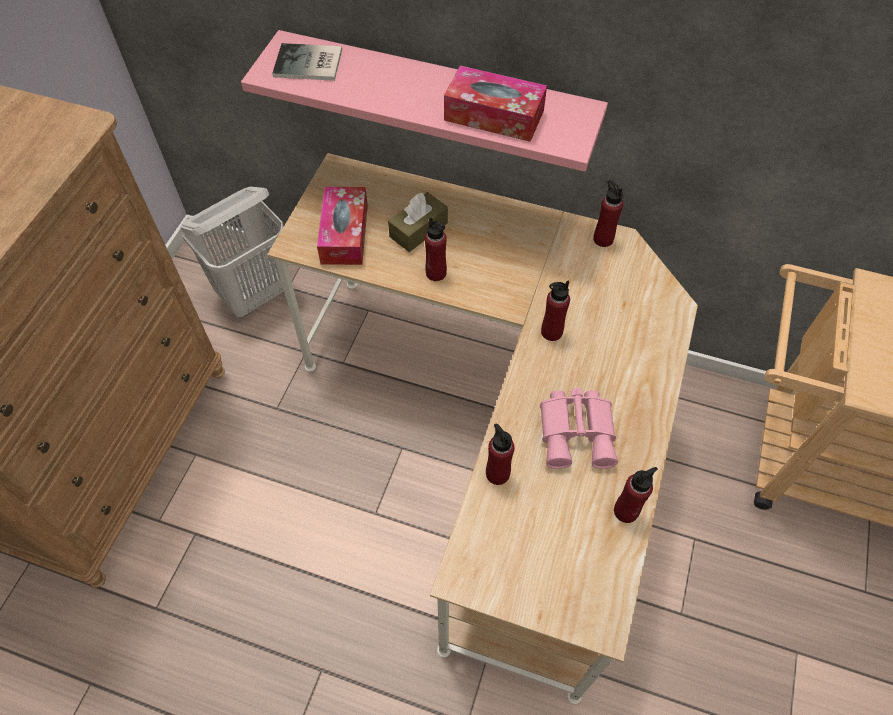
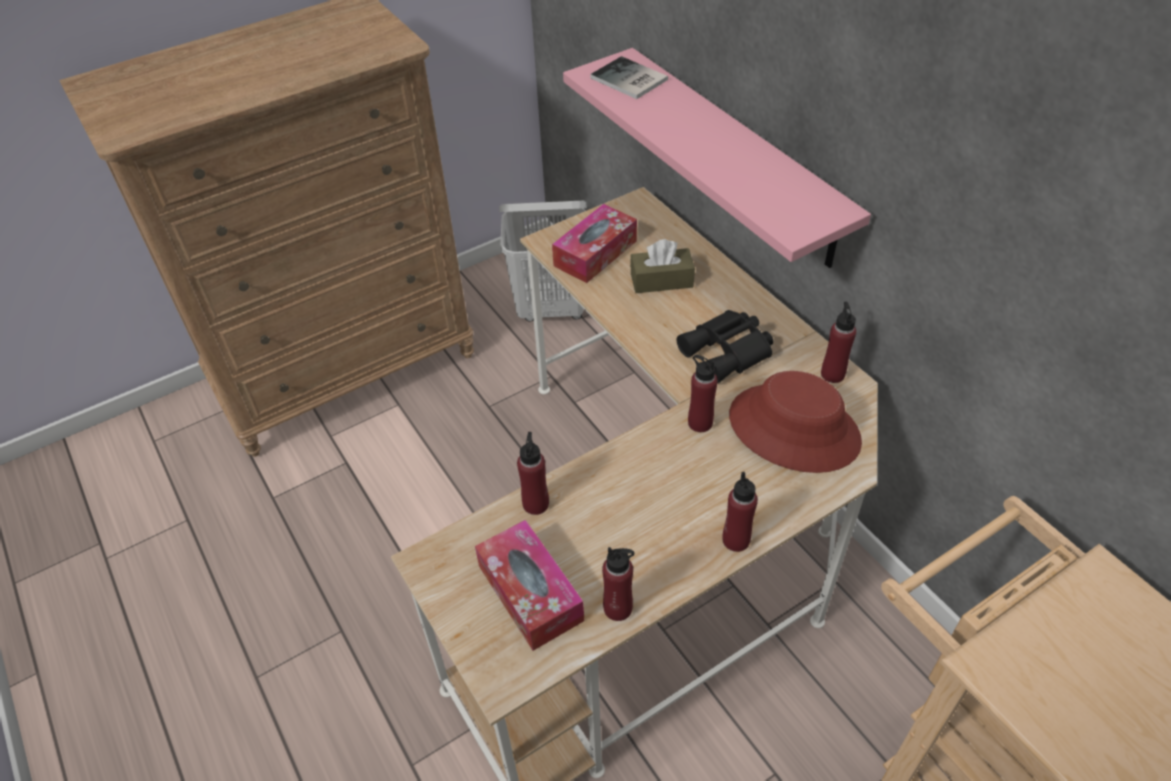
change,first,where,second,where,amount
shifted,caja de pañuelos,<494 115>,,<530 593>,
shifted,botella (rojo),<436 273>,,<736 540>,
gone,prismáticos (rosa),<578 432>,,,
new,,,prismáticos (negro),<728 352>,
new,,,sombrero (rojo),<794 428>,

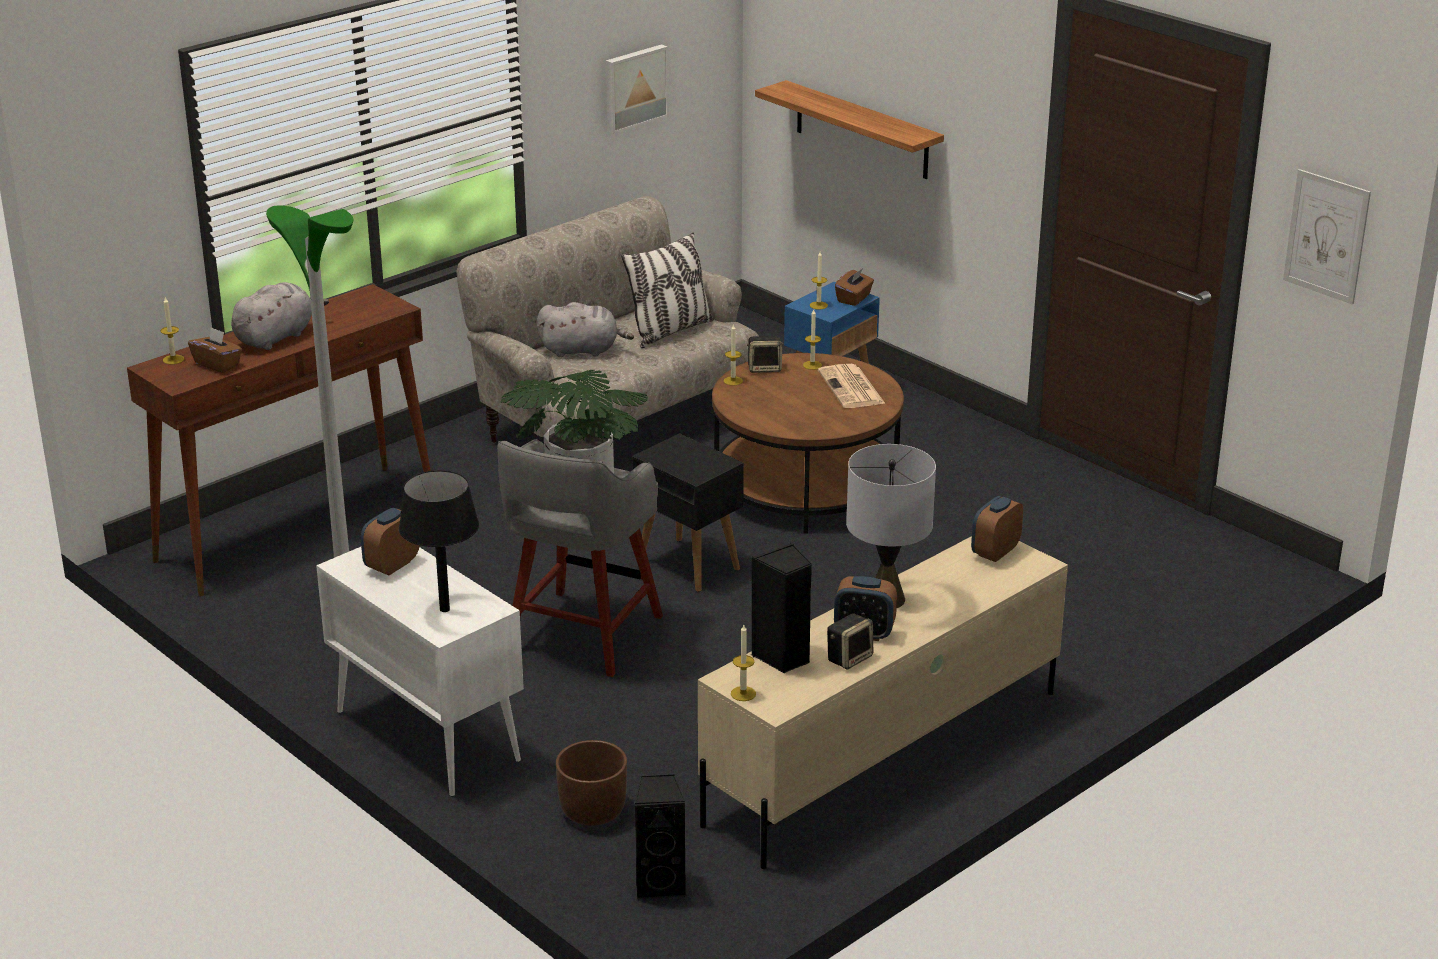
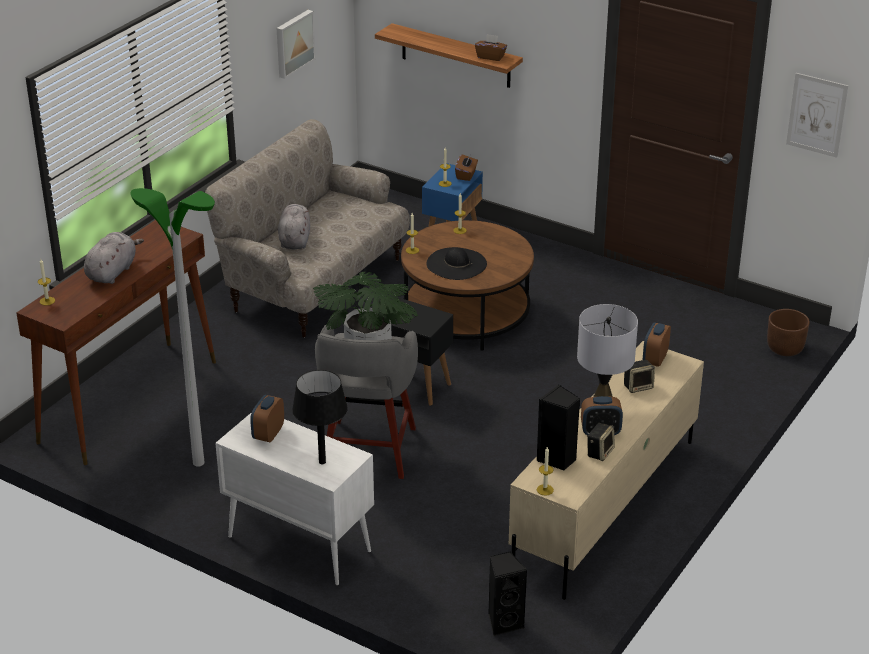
change,first,where,second,where,amount
gone,cojín,<670 331>,,,
rotated,peluche (gris),<582 350>,,<295 240>,75 degrees counterclockwise
shifted,caja de pañuelos (marrón),<217 364>,,<490 57>,
shifted,altavoz,<765 368>,,<638 386>,
gone,periódico,<852 388>,,,
shifted,maceta (marrón),<592 811>,,<784 348>,
new,,,sombrero (negro),<456 264>,

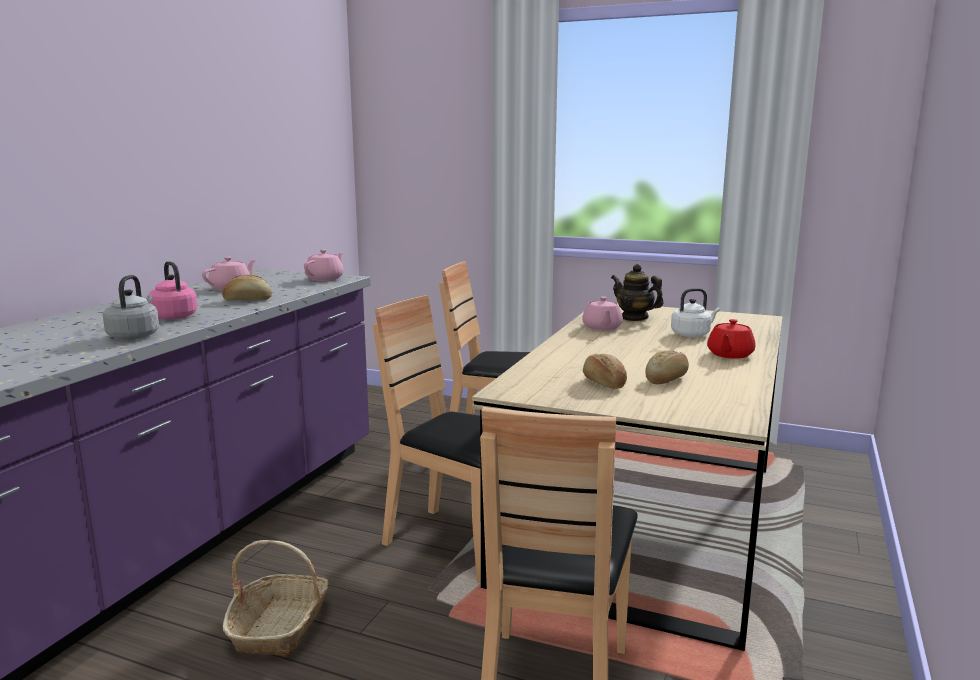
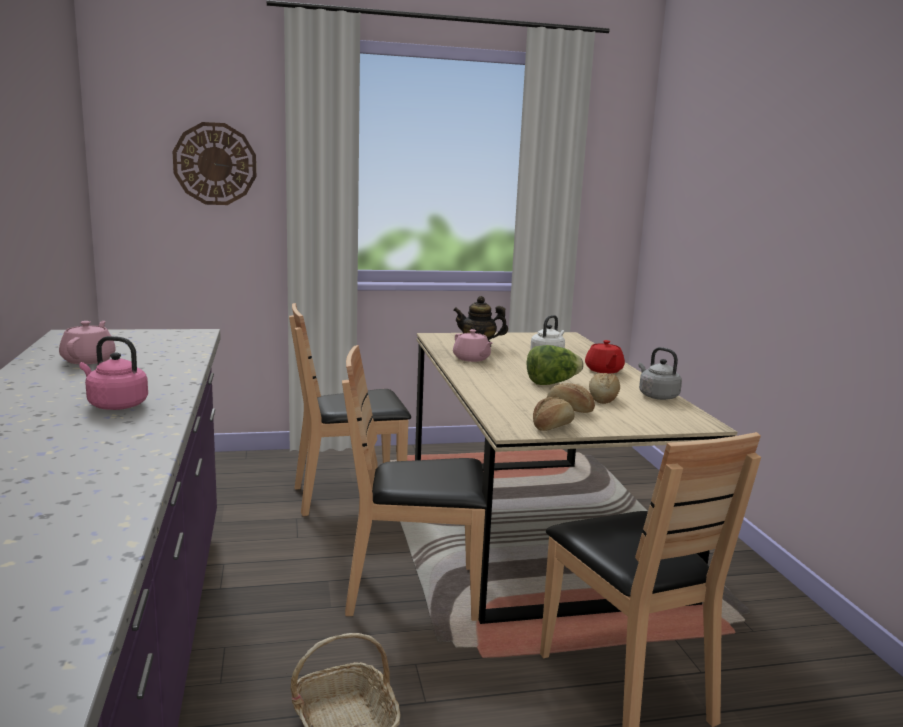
change,first,where,second,where,amount
gone,tetera (rosa),<325 279>,,,
shifted,hervidor (gris),<135 335>,,<656 396>,
shifted,pan,<247 300>,,<551 426>,
new,,,reloj de pared,<215 164>,
new,,,lechuga,<552 383>,

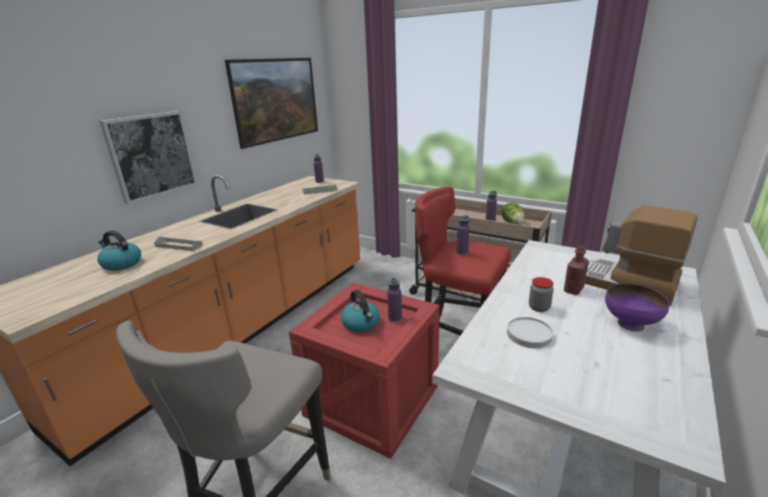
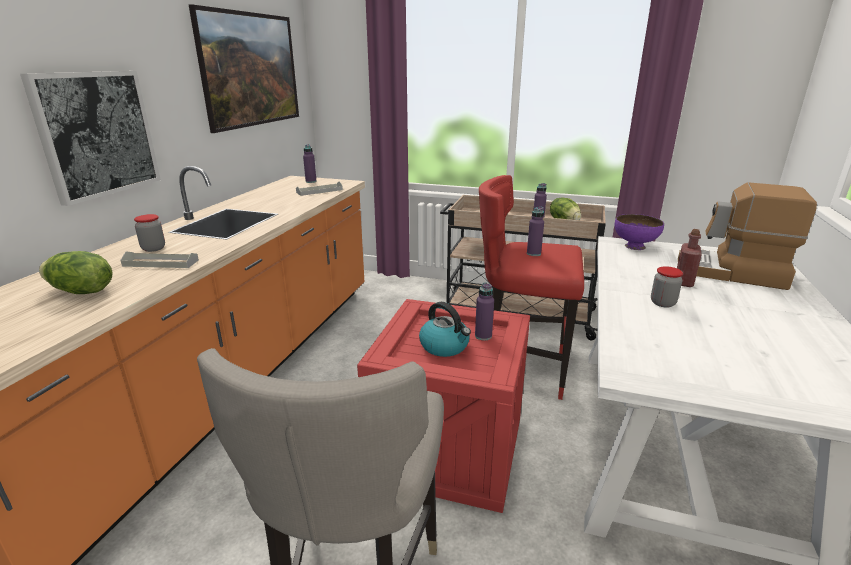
change,first,where,second,where,amount
swapped,hervidor,<121 264>,lechuga,<81 291>,
shifted,cuenco (morado),<629 324>,,<634 246>,
gone,plato (blanco),<528 334>,,,
new,,,tarro,<153 248>,

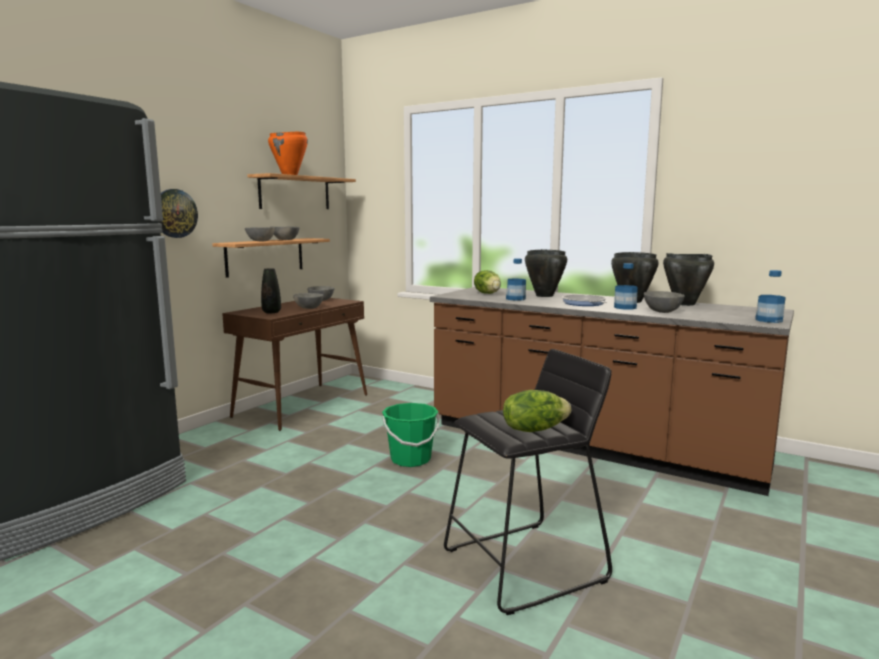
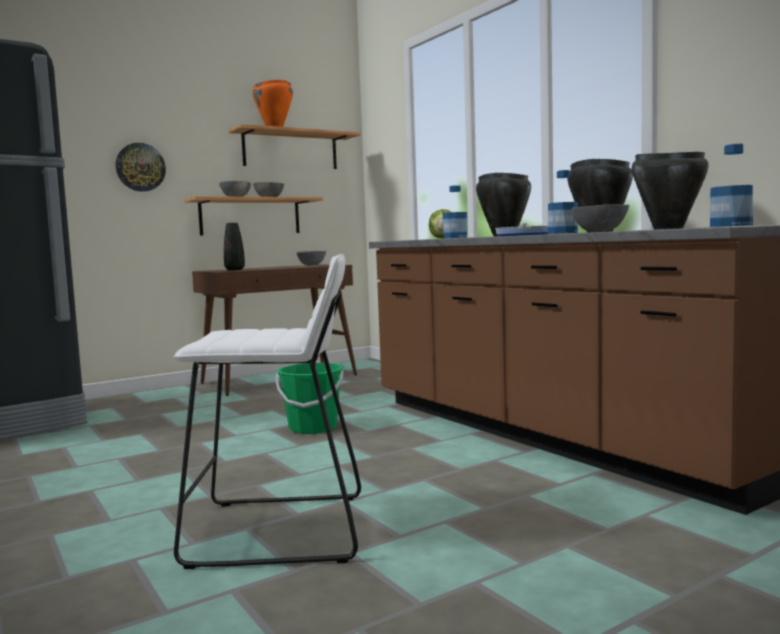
change,first,where,second,where,amount
gone,cuenco (gris),<308 308>,,,
repainted,taburete (negro),<525 565>,taburete (blanco),<278 530>,
gone,lechuga,<534 429>,,,

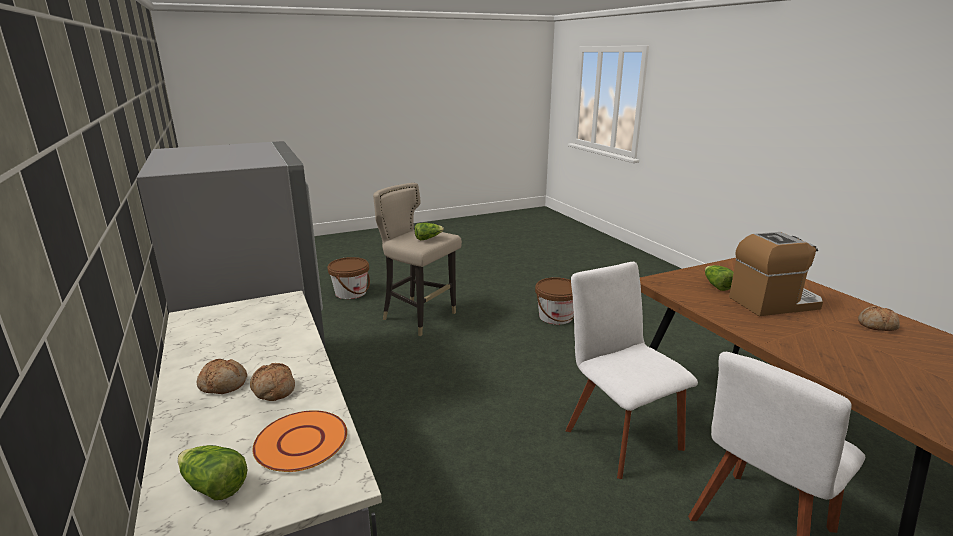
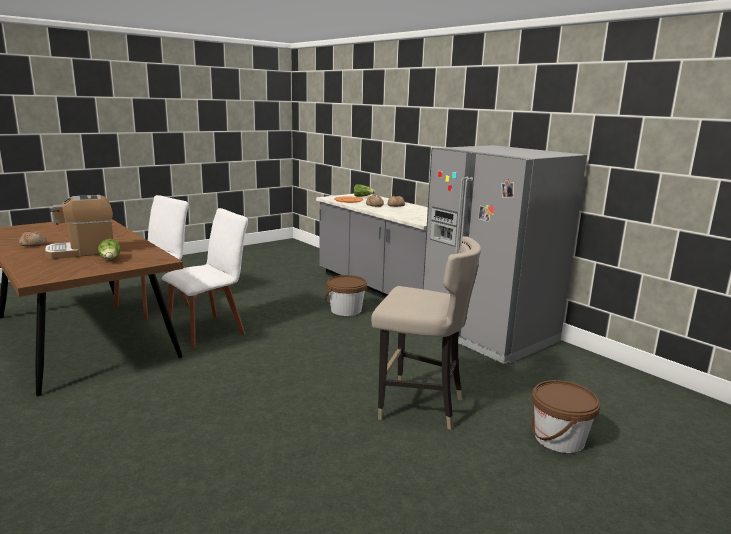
change,first,where,second,where,amount
gone,lechuga,<428 238>,,,
rotated,silla (blanco),<619 435>,,<209 330>,90 degrees counterclockwise
shifted,cubo (marrón),<555 317>,,<346 310>,

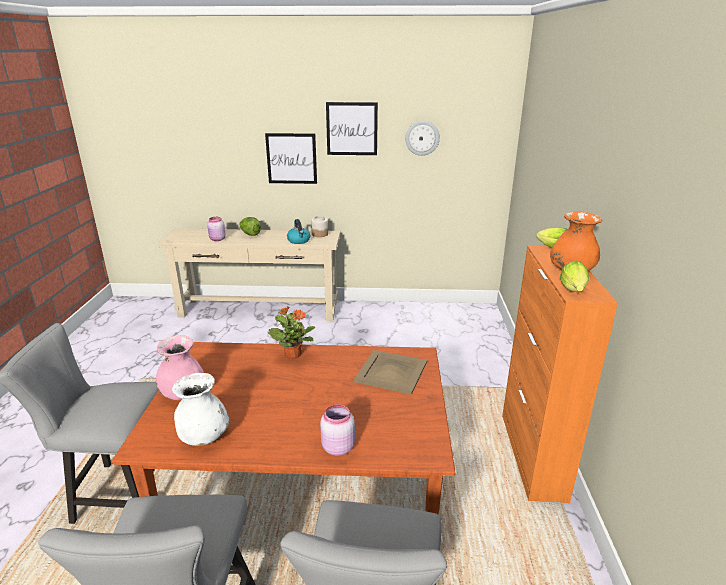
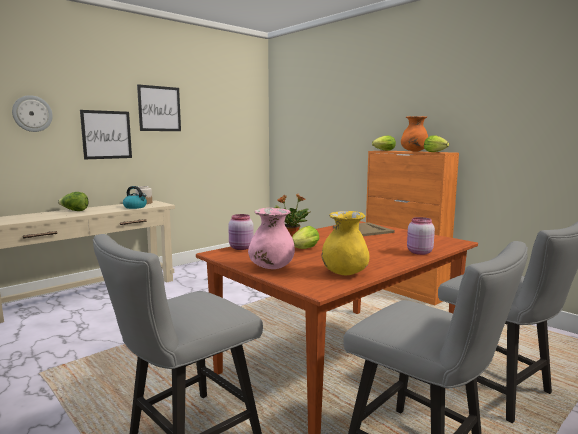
change,first,where,second,where,amount
shifted,reloj de pared,<422 138>,,<32 113>,
shifted,tarro (rosa),<217 239>,,<241 248>,
repainted,florero (blanco),<204 437>,florero (amarillo),<344 273>,
new,,,lechuga,<303 249>,

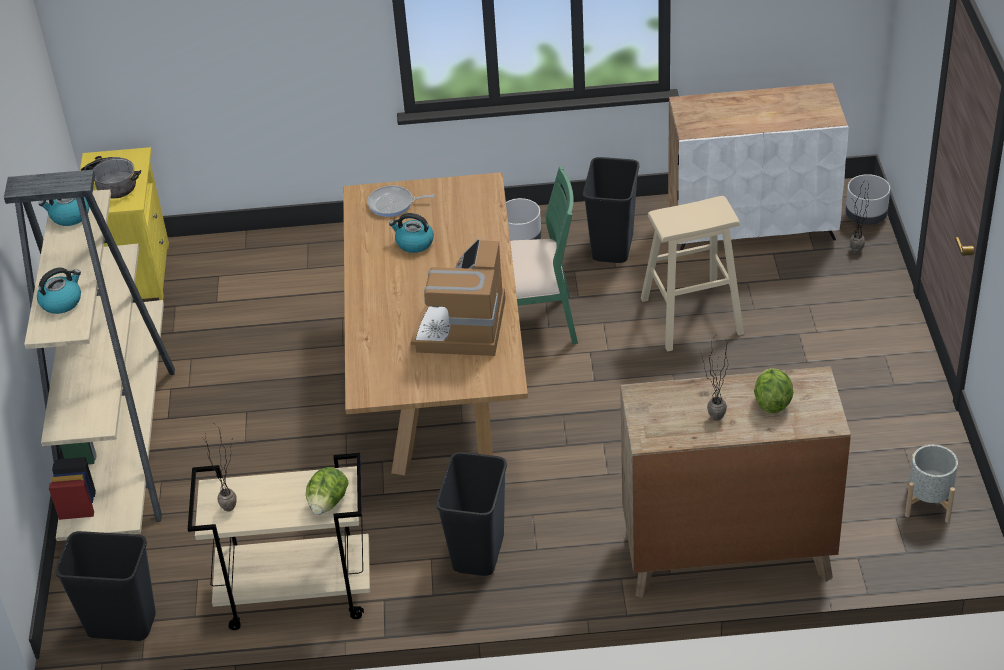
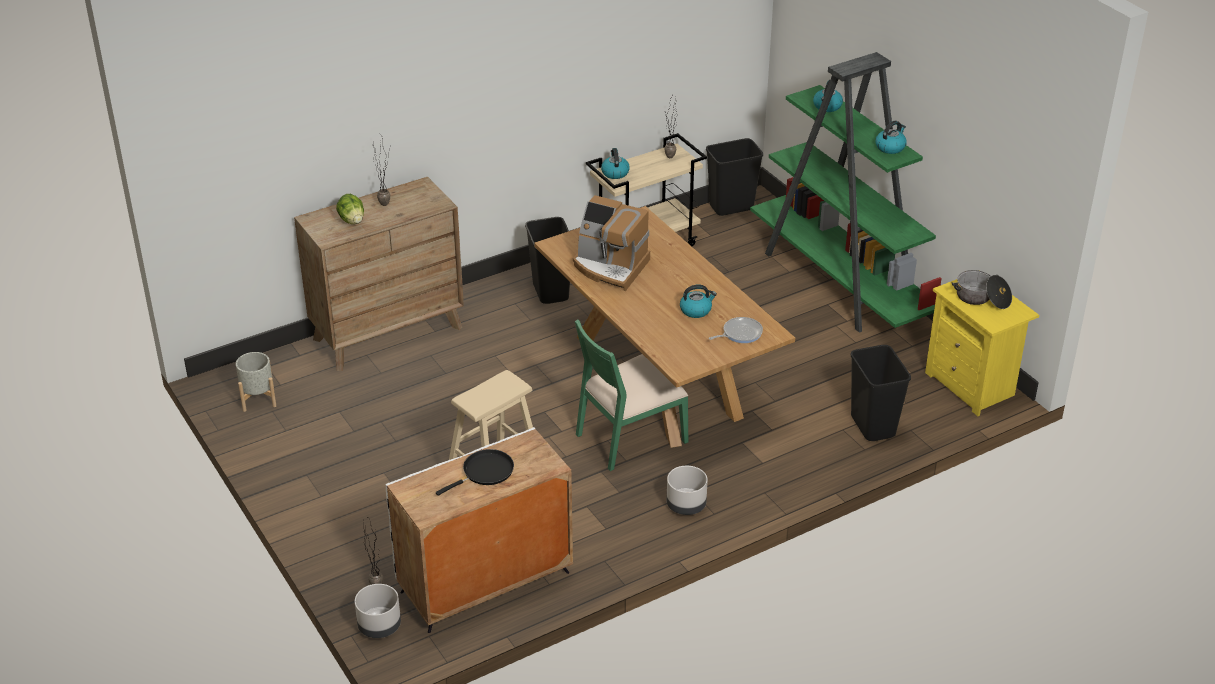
change,first,where,second,where,amount
shifted,papelera (negro),<613 247>,,<872 426>,
repainted,estantería (beis),<121 443>,estantería (verde),<840 283>,
rotated,cafetera,<462 326>,,<610 267>,135 degrees clockwise
swapped,lechuga,<328 503>,hervidor,<615 173>,
new,,,sartén (negro),<485 472>,

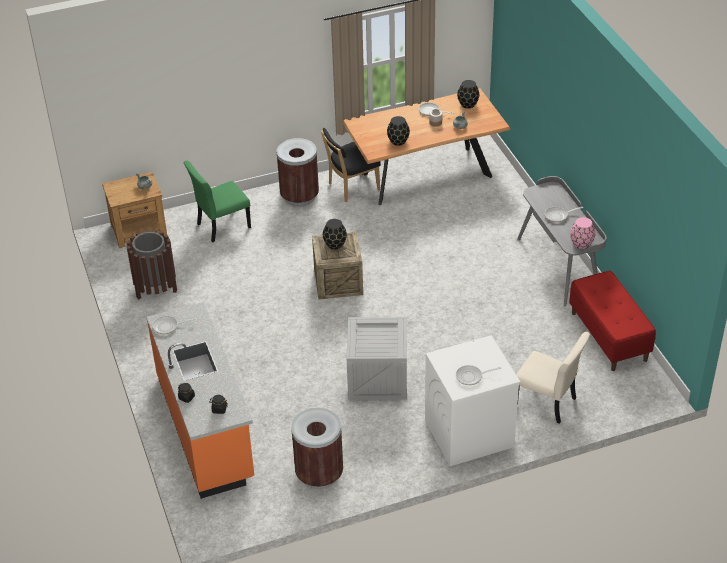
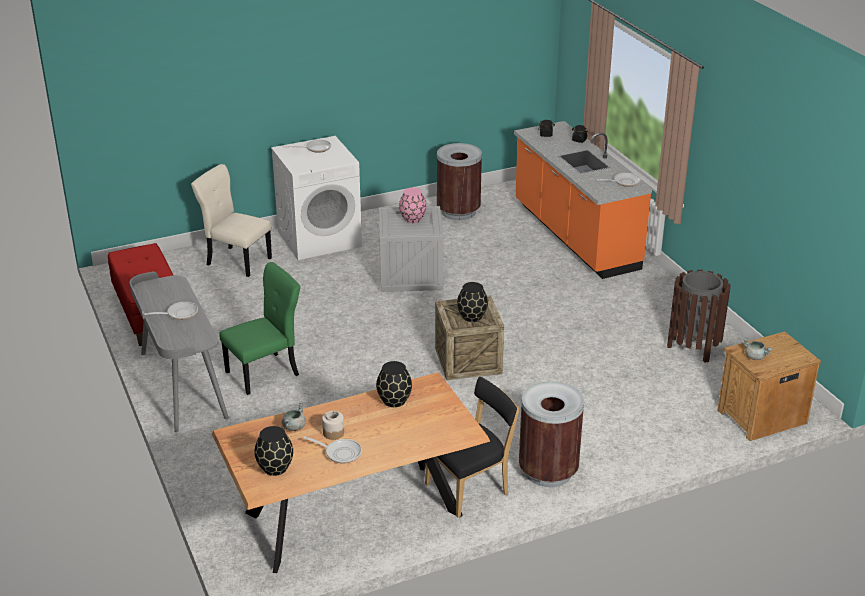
change,first,where,second,where,amount
shifted,silla (verde),<221 226>,,<265 373>,
shifted,florero (rosa),<581 244>,,<412 219>,

